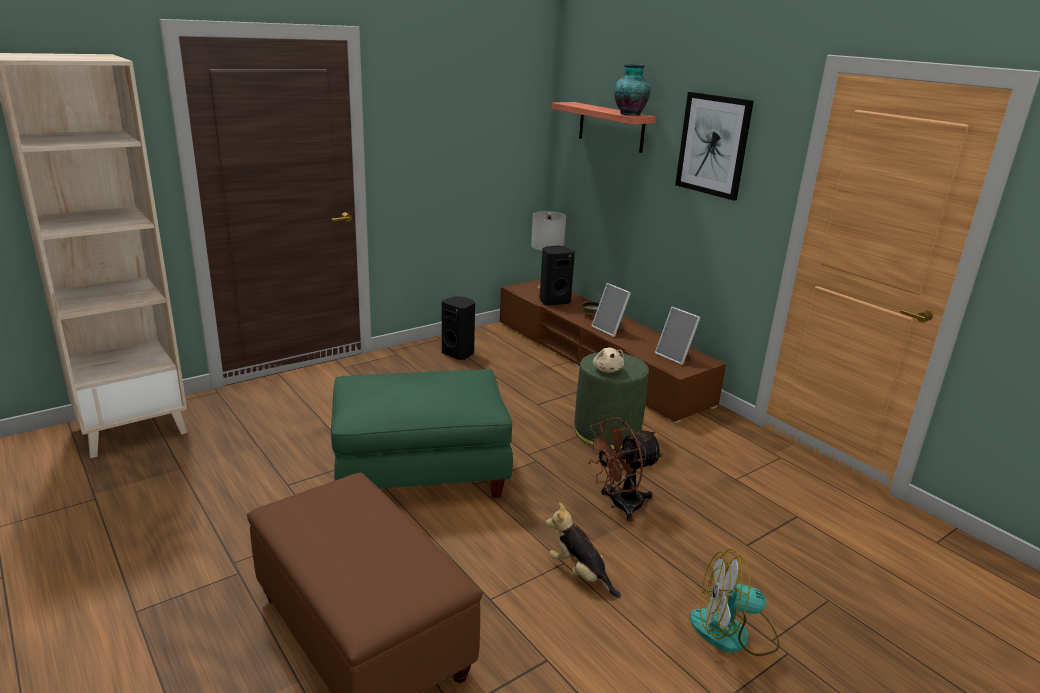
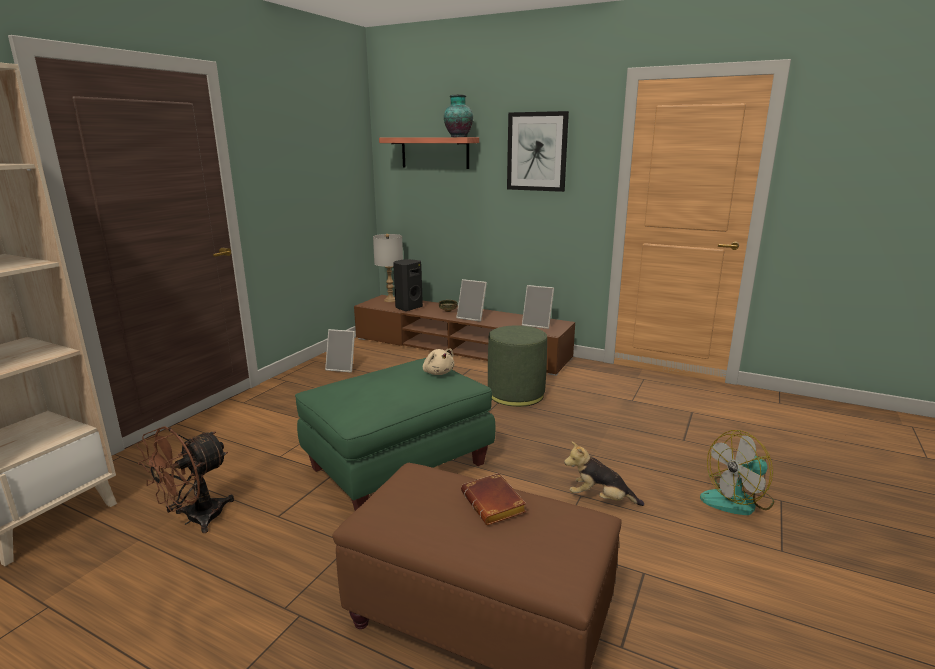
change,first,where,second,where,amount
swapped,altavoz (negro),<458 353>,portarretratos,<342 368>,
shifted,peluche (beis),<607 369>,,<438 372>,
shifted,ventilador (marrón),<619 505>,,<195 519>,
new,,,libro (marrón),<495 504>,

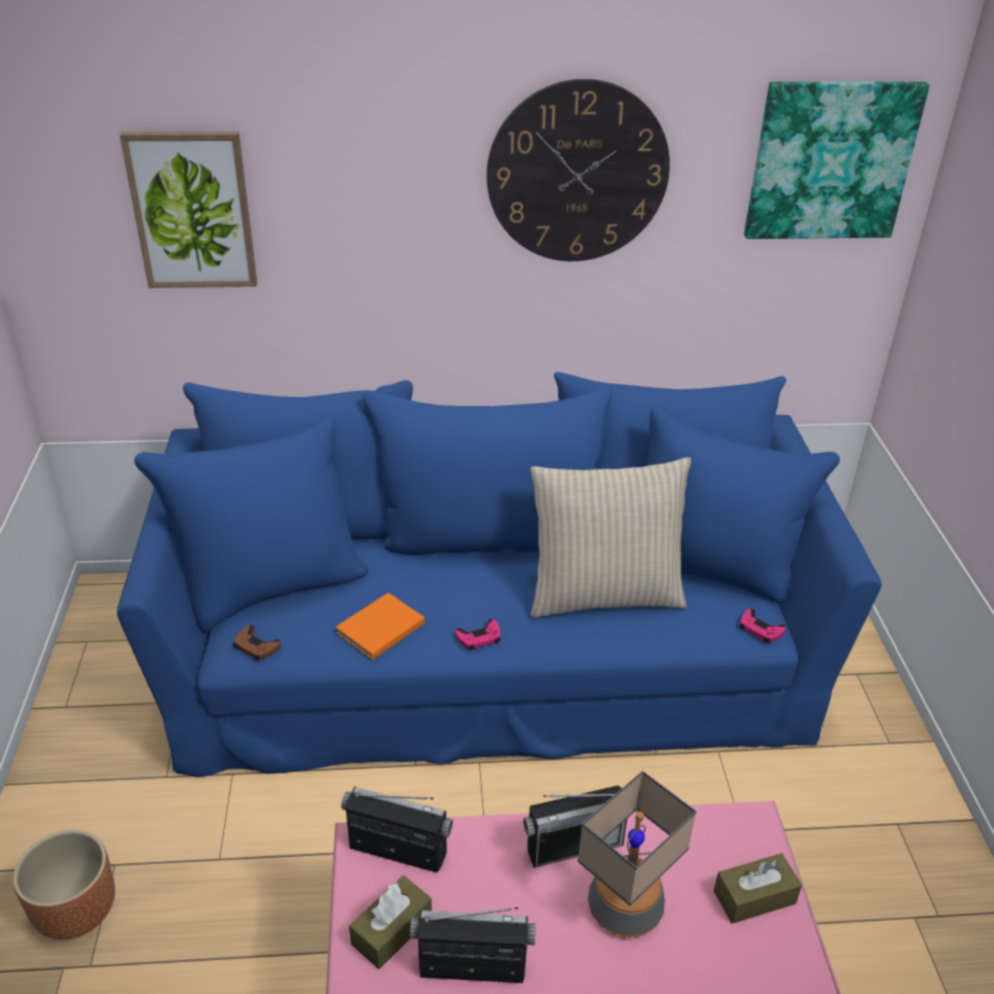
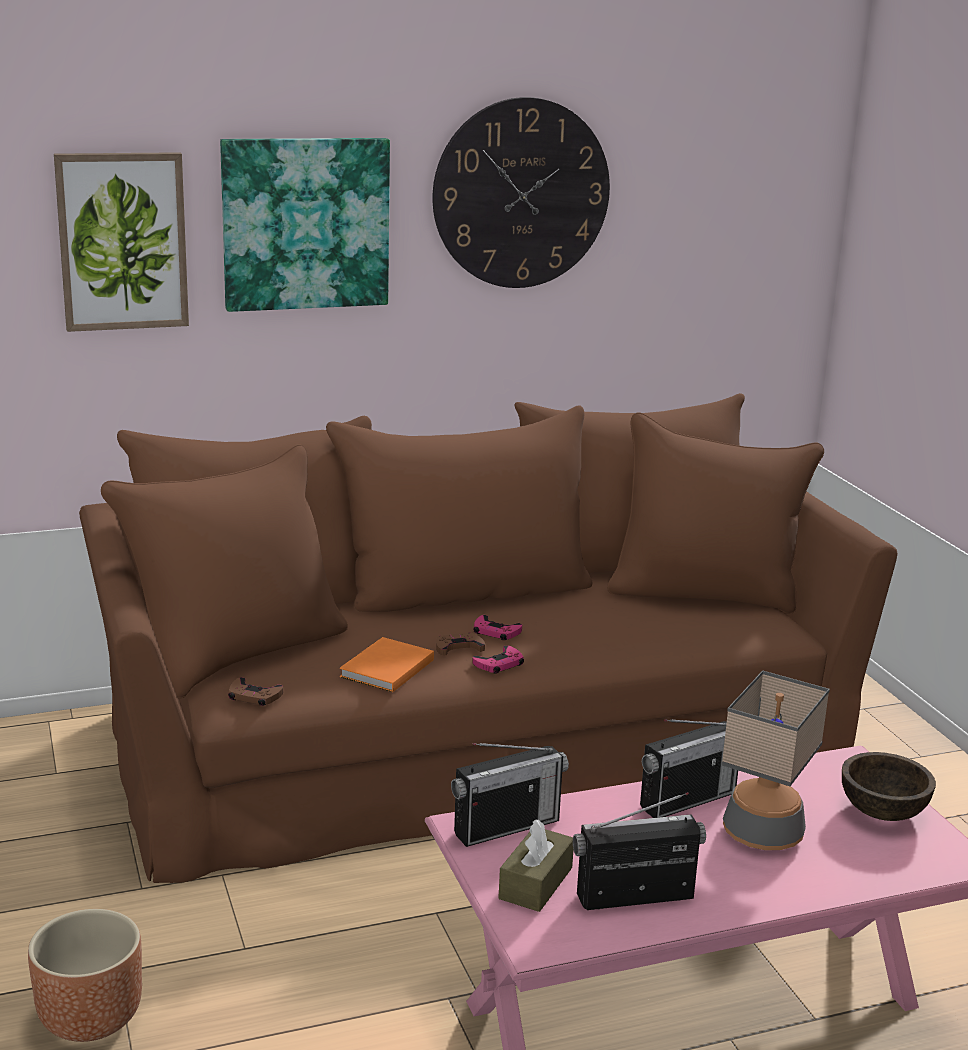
change,first,where,second,where,amount
shifted,cuadro,<830 160>,,<305 223>,
repainted,sofá (azul),<494 657>,sofá (marrón),<477 740>,
gone,cojín (beis),<604 594>,,,
shifted,mando de consola (rosa),<760 629>,,<496 632>,
rotated,radio,<397 850>,,<506 827>,150 degrees clockwise
swapped,caja de pañuelos (marrón),<754 897>,cuenco (marrón),<882 810>,
new,,,mando de consola (marrón),<458 648>,

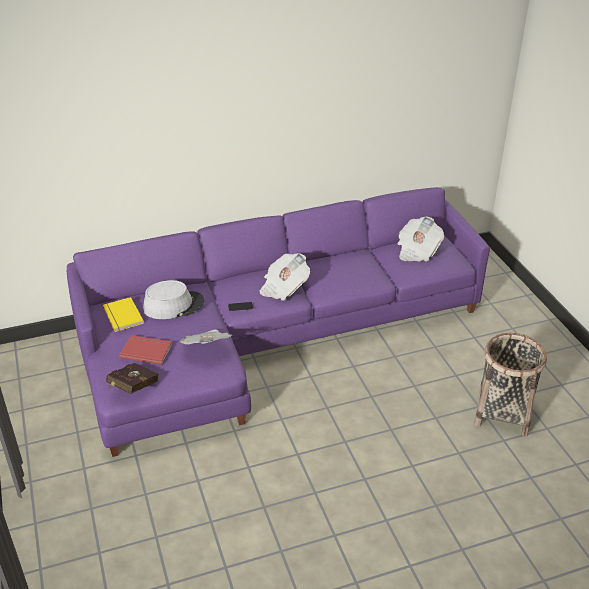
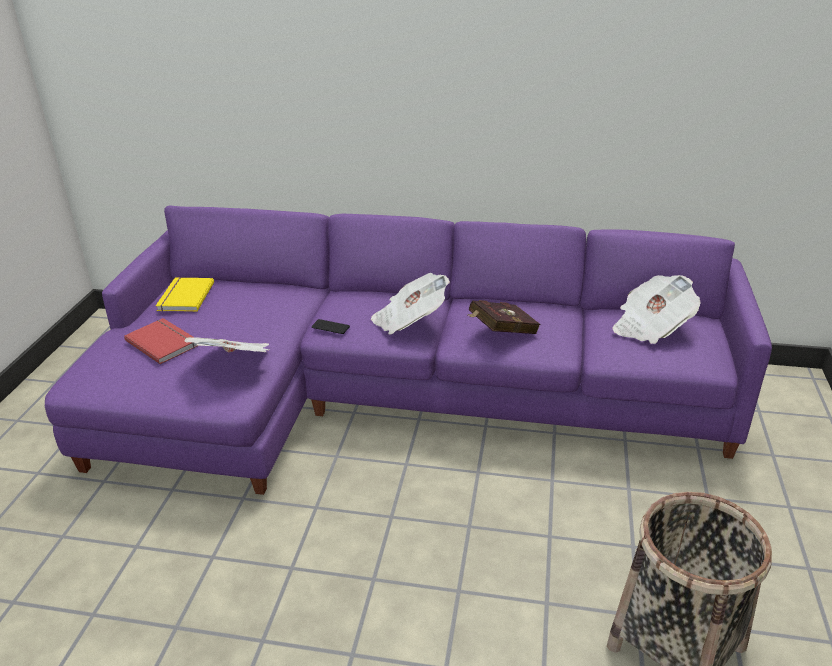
change,first,where,second,where,amount
gone,sombrero (gris),<173 305>,,,
shifted,libro (rojo),<132 388>,,<500 332>,

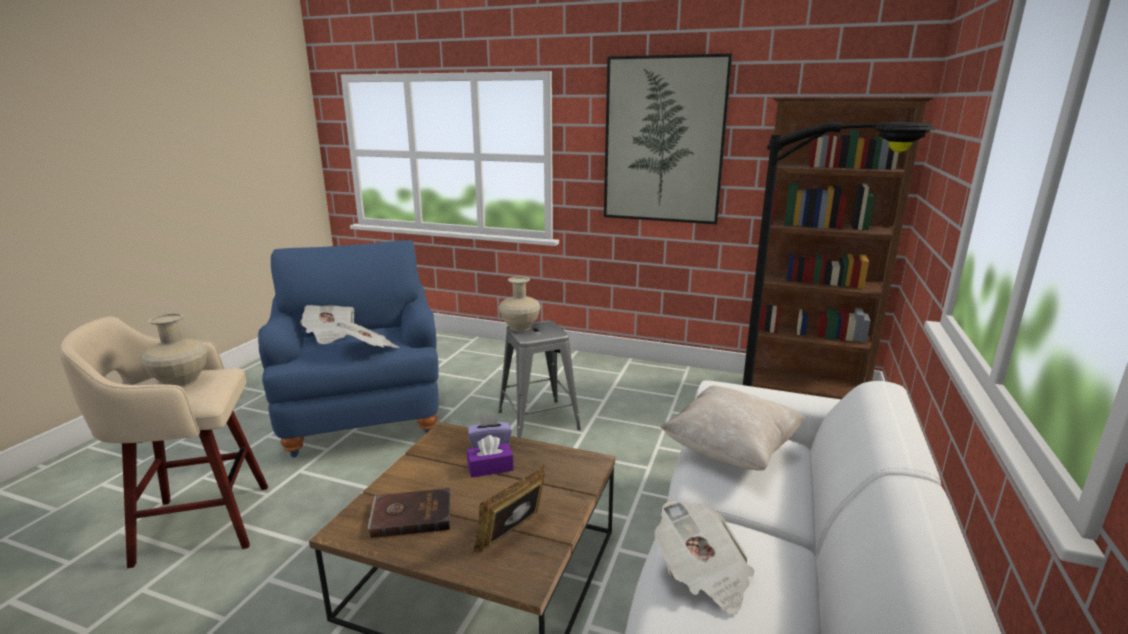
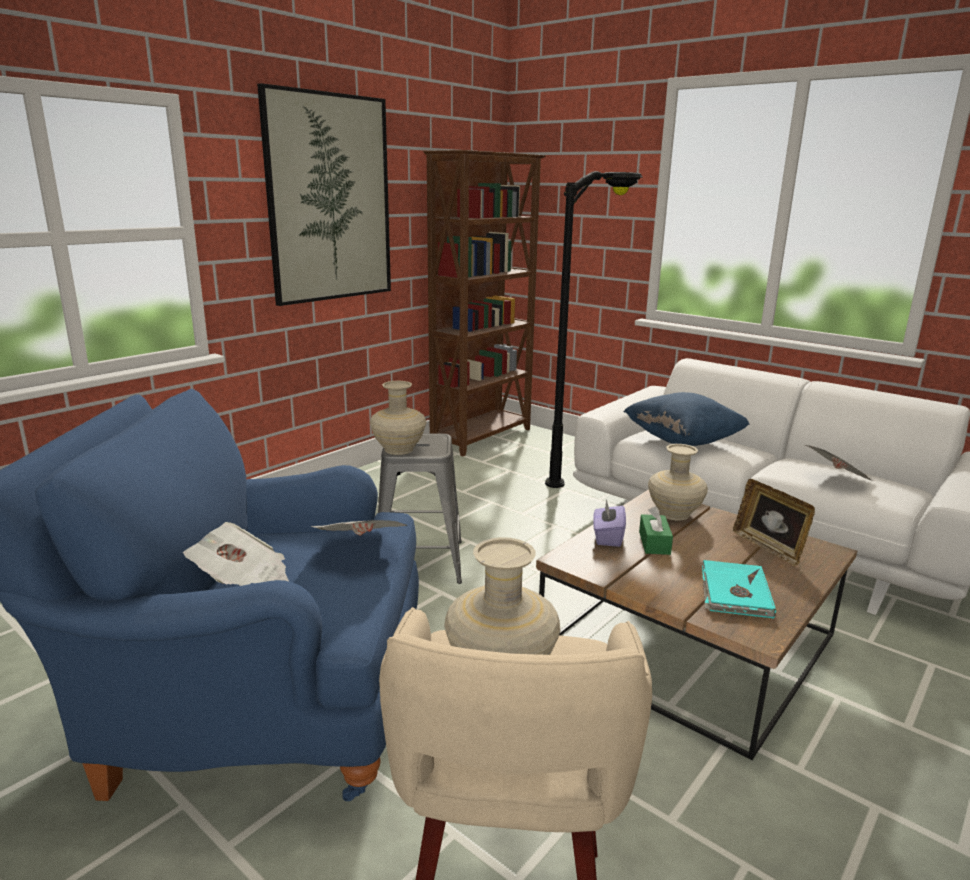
change,first,where,second,where,amount
repainted,cojín (beis),<730 450>,cojín (azul),<682 440>,
repainted,caja de pañuelos (morado),<490 468>,caja de pañuelos (verde),<654 543>,
repainted,libro (marrón),<411 515>,libro (turquesa),<734 592>,
new,,,florero (beis),<673 513>,

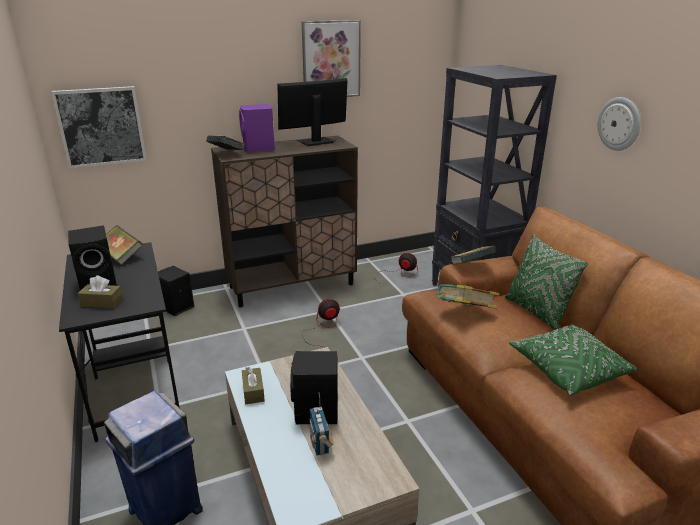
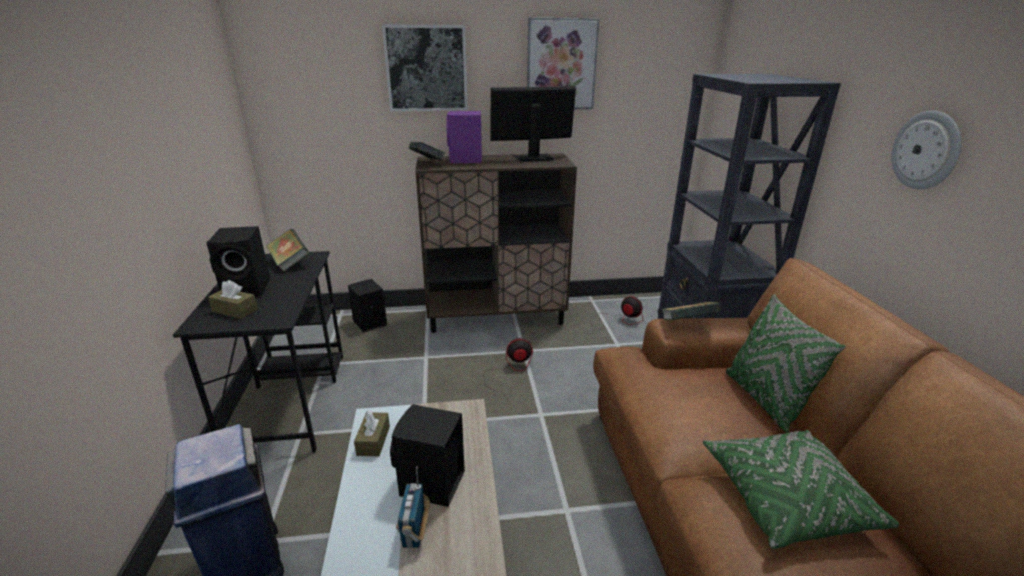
change,first,where,second,where,amount
shifted,cuadro,<101 126>,,<426 68>,
gone,libro,<464 314>,,,

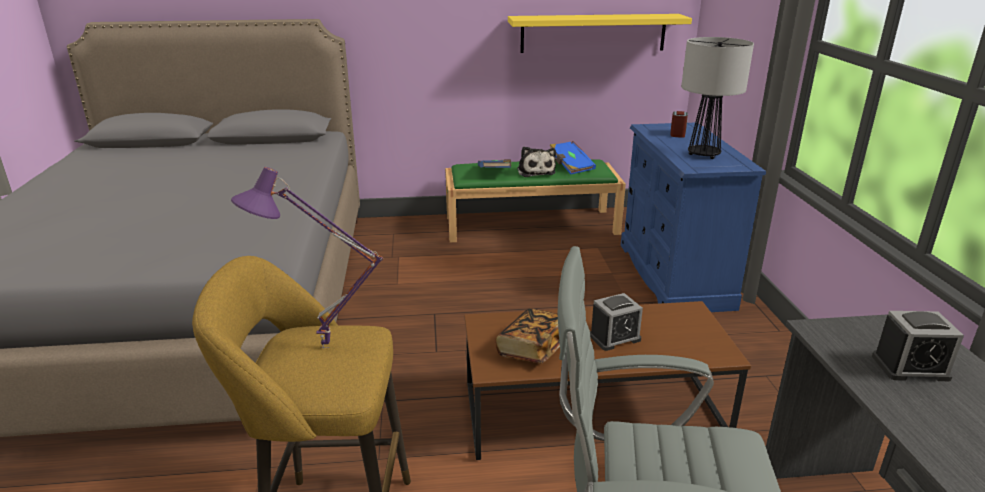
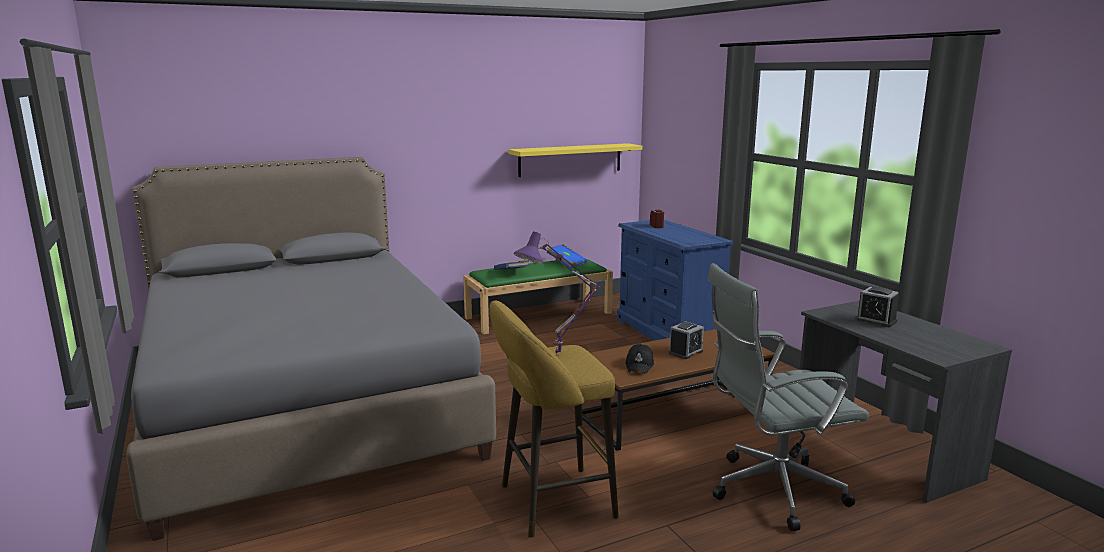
change,first,where,second,where,amount
gone,lámpara de mesa,<703 155>,,,
gone,peluche,<535 171>,,,
swapped,libro,<532 349>,gorra (negro),<640 365>,
rotated,despertador,<910 367>,,<876 320>,60 degrees clockwise

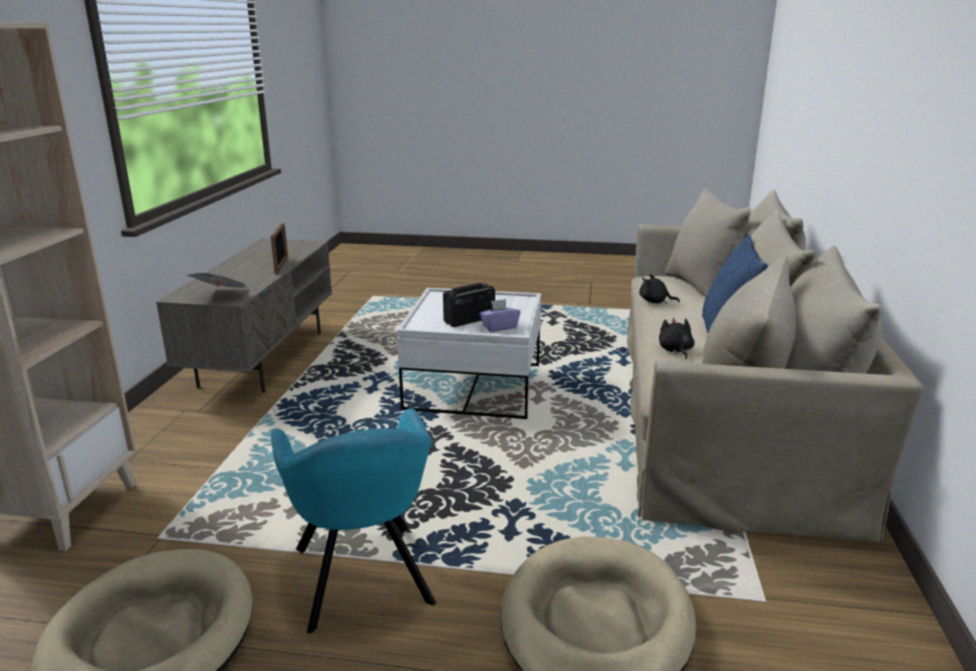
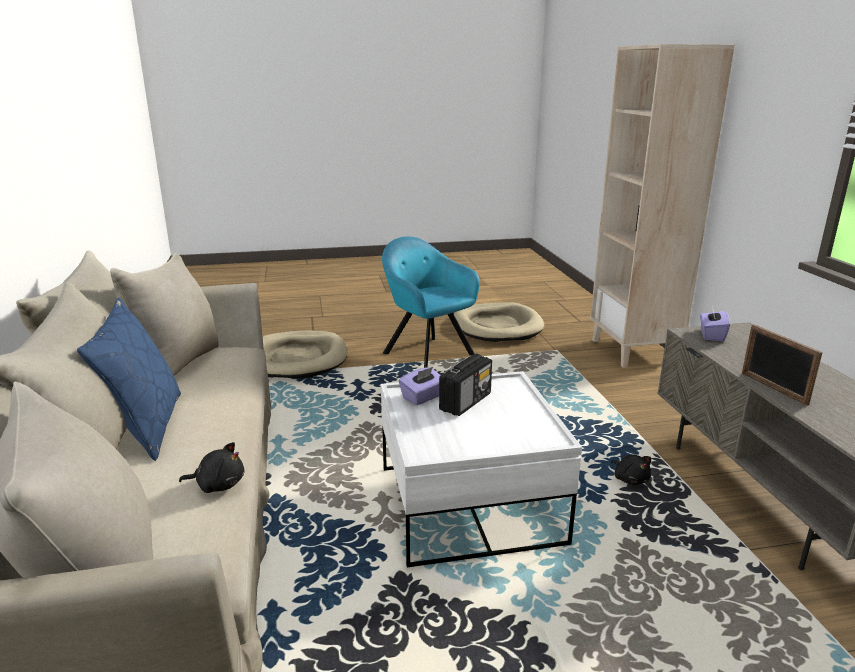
change,first,where,second,where,amount
swapped,periódico,<222 296>,caja de pañuelos (morado),<711 335>,
shifted,peluche (negro),<675 350>,,<630 479>,

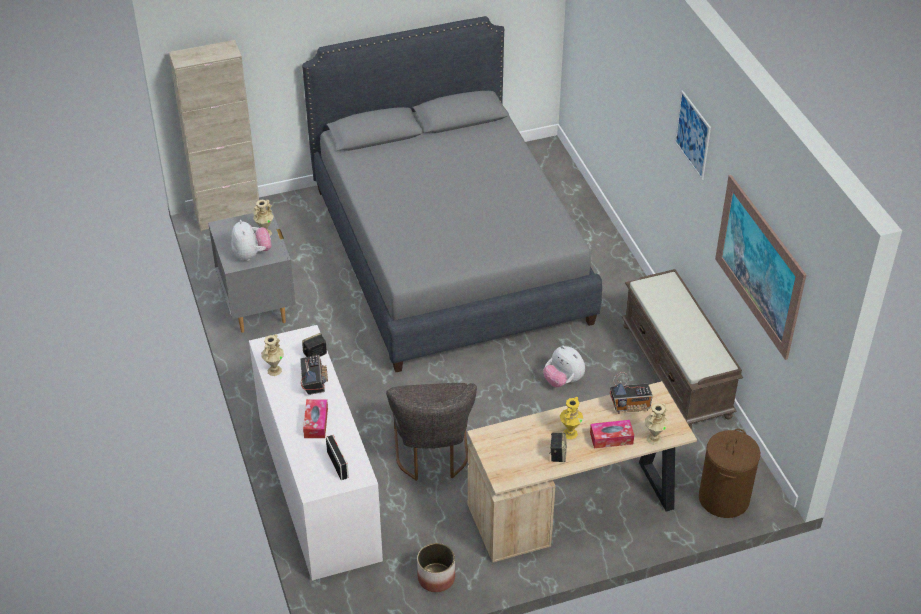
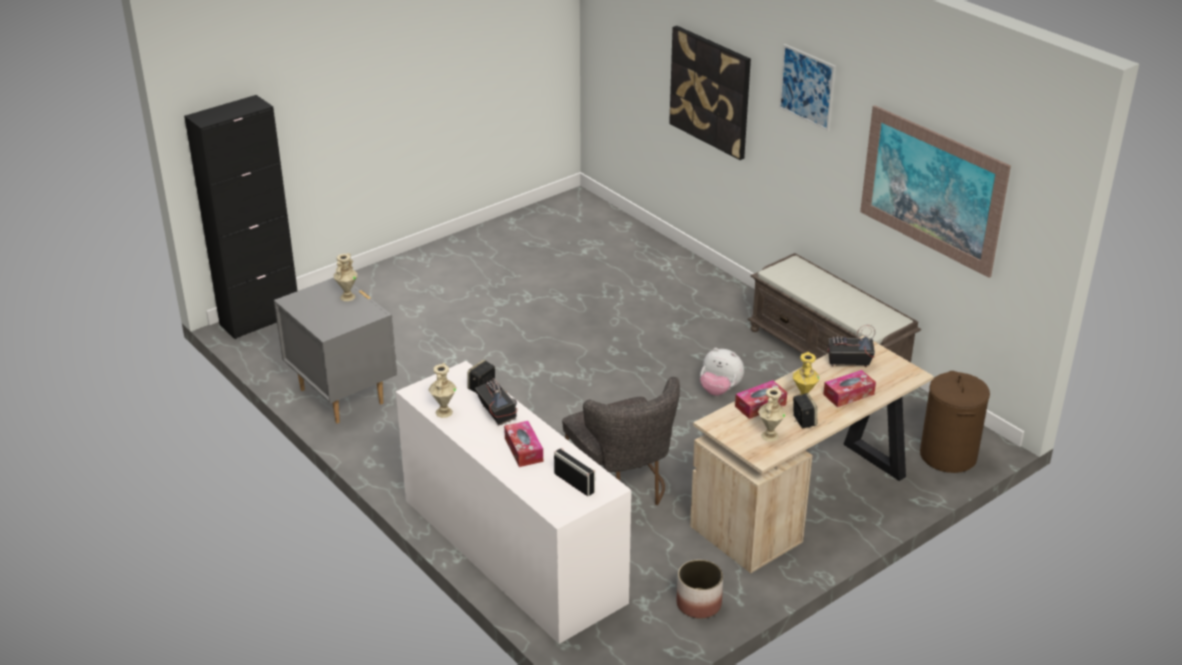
change,first,where,second,where,amount
gone,cama (gris),<449 253>,,,
repainted,armario (beis),<228 216>,armario (negro),<260 319>,
gone,peluche,<251 254>,,,
rotated,radio,<630 406>,,<848 363>,150 degrees counterclockwise
shifted,florero (beis),<653 438>,,<769 435>,
new,,,cuadro,<710 91>,
new,,,caja de pañuelos,<760 405>,

